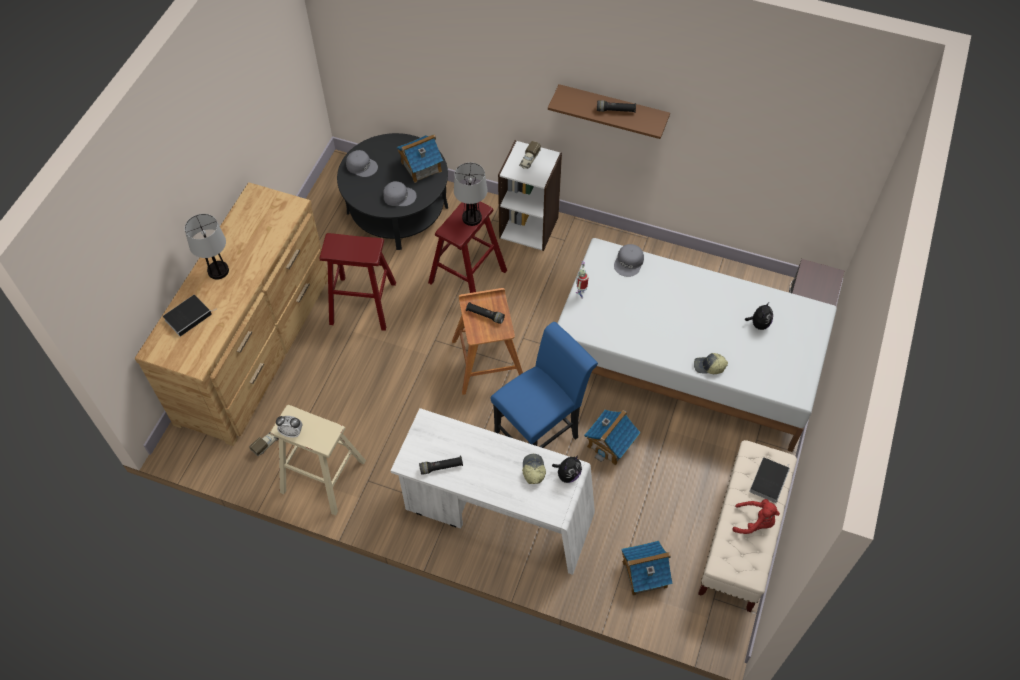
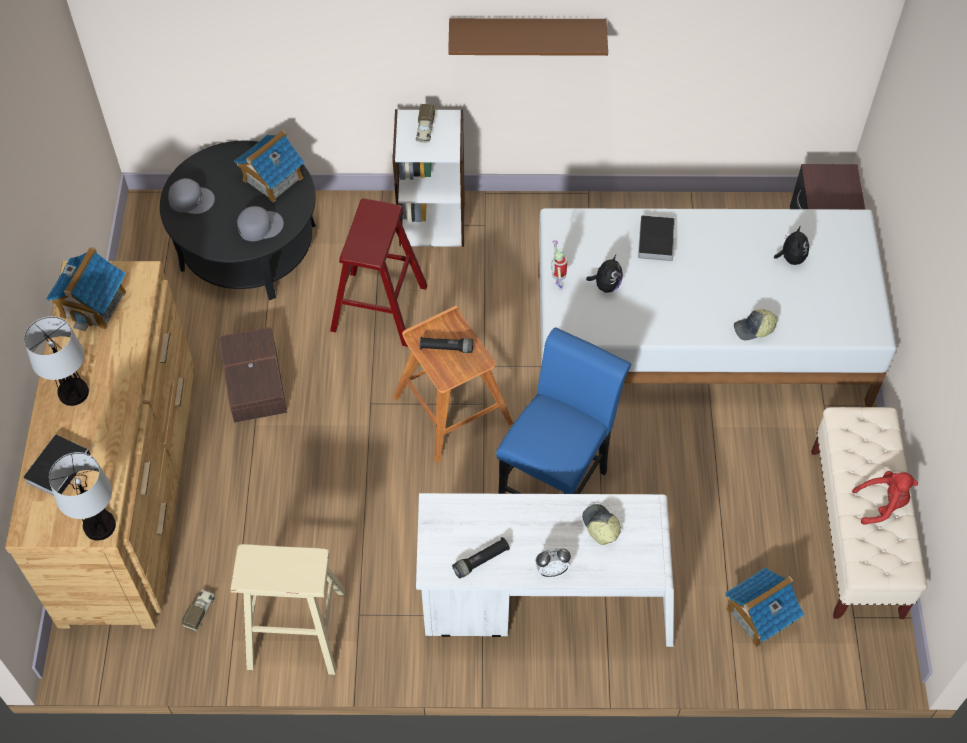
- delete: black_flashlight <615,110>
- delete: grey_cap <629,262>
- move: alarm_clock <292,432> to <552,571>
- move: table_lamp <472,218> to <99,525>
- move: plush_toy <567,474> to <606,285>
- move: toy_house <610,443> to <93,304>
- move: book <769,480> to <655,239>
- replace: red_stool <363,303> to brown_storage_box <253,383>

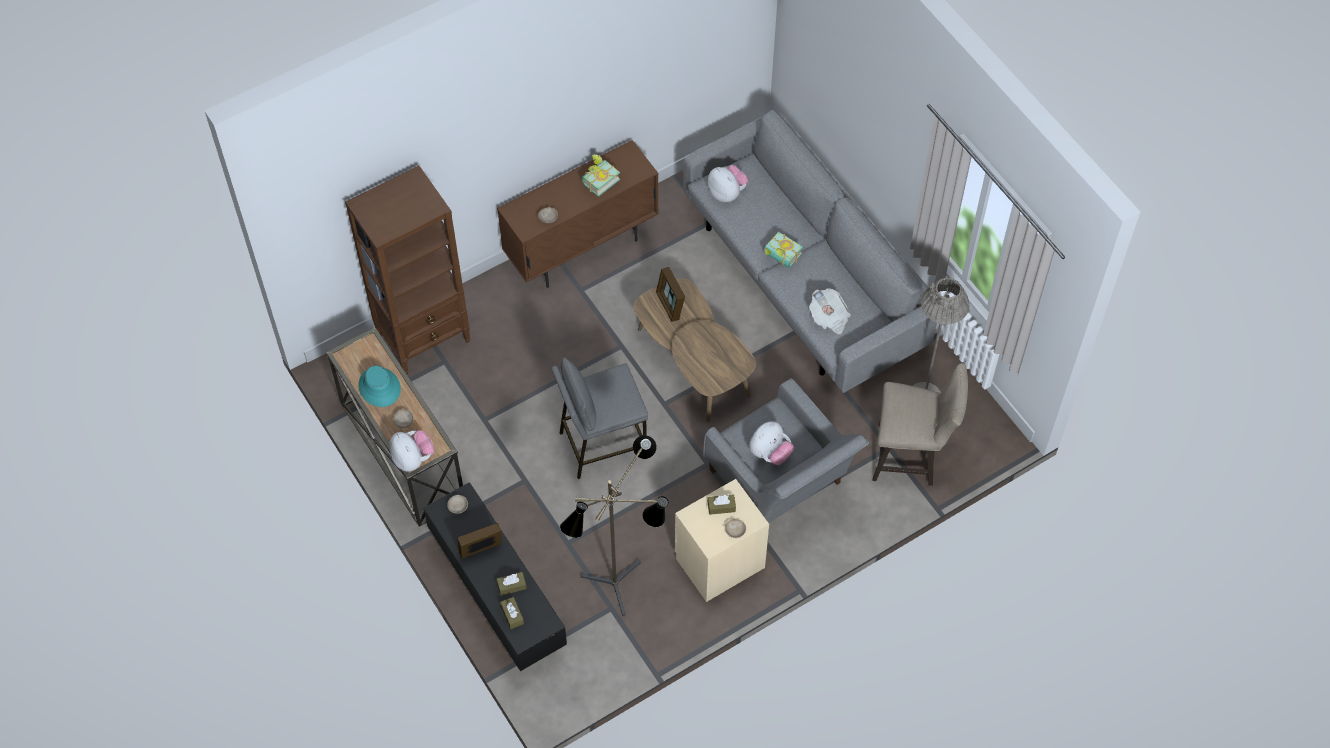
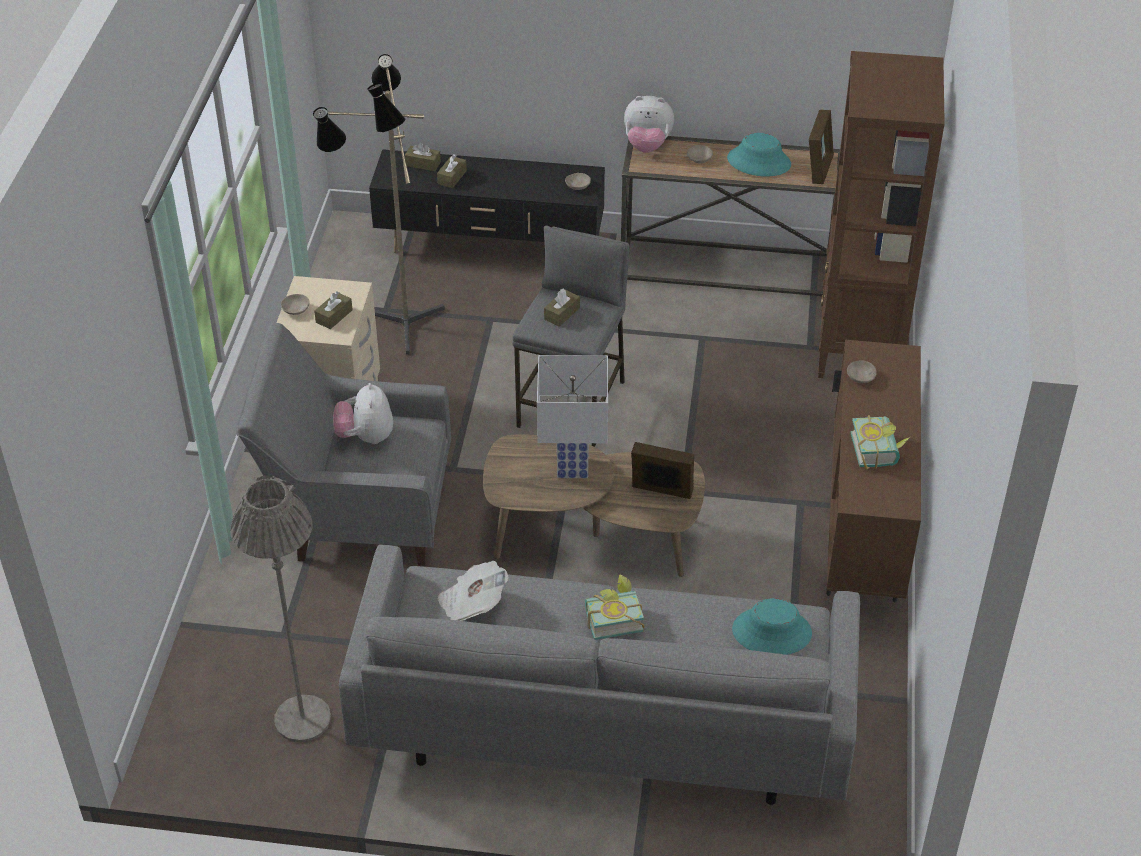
- delete: beige_stool <911,456>
- insert: white_table_lamp <573,466>
- insert: brown_tissue_box <562,313>
- move: picture_frame <481,550> to <819,168>
- replace: plush_toy <727,193> to turquoise_hat <771,631>

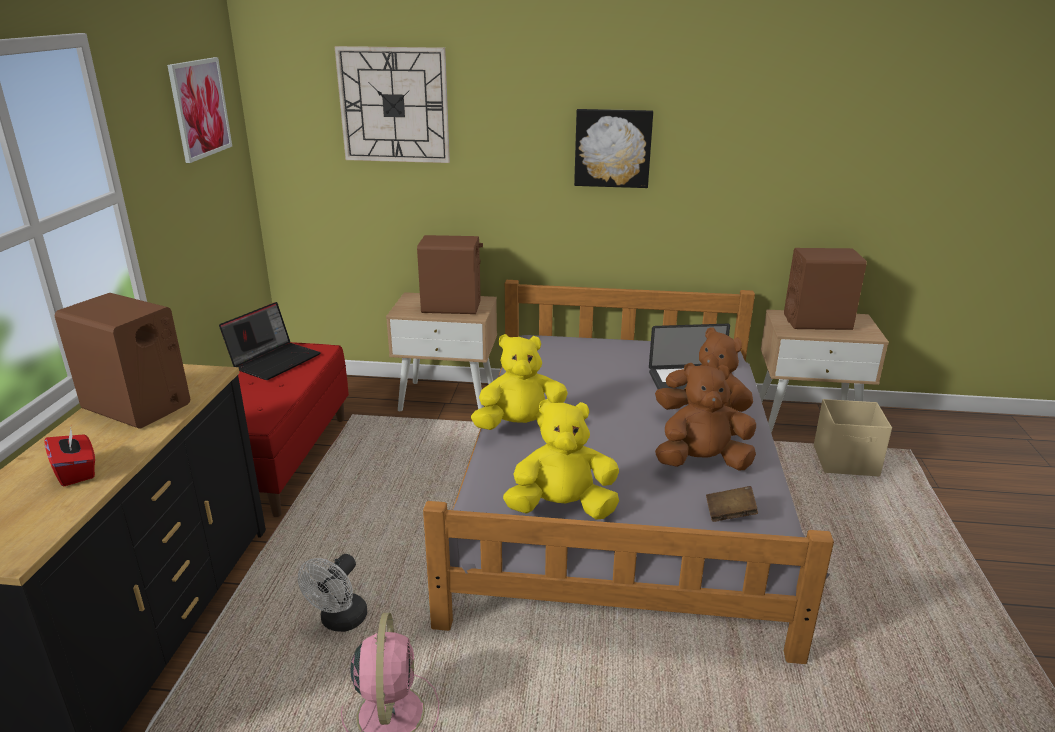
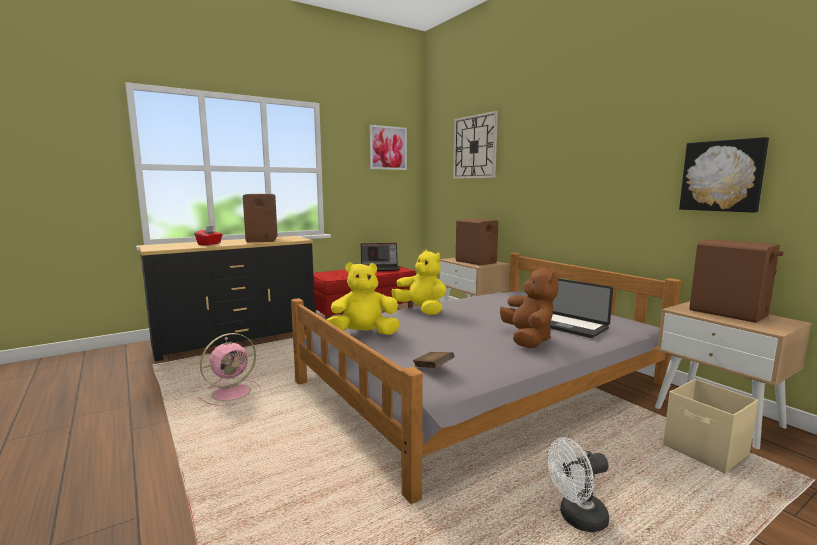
- delete: brown_plush_toy <702,463>
- move: white_fan <340,622> to <577,518>
- move: picture <612,148> to <722,176>
- rotate: yellow_plush_toy <562,508> = <363,334> 60 degrees counterclockwise

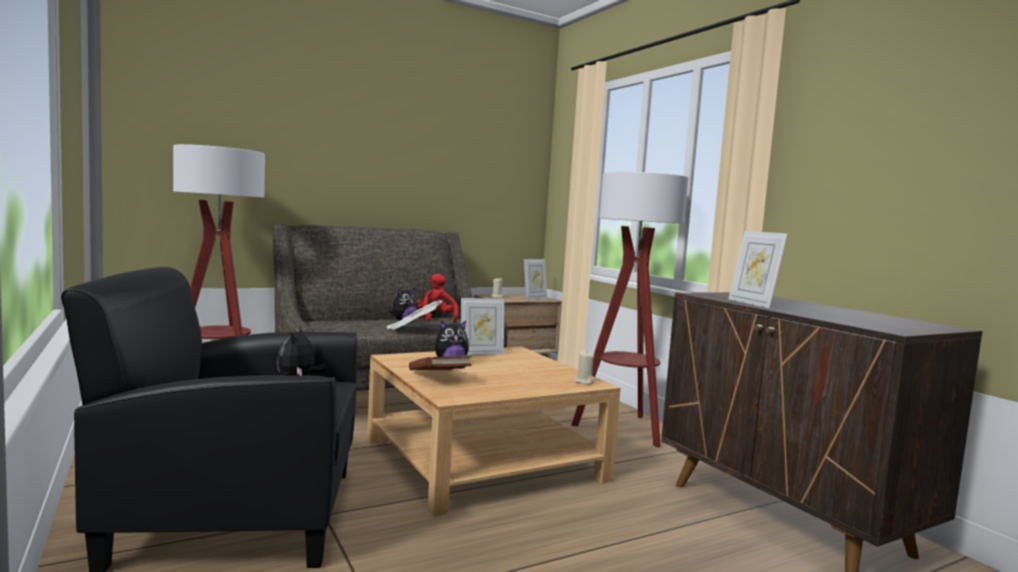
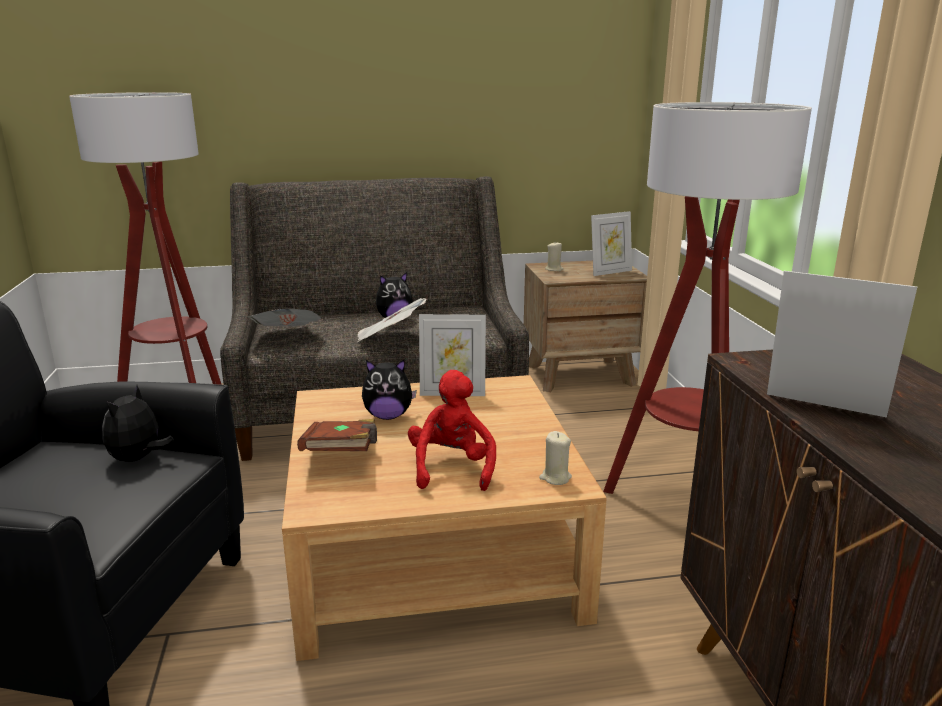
- insert: newspaper <288,337>
- move: red_plush_toy <436,319> to <452,468>
- rotate: picture_frame <752,303> = <823,409> 120 degrees clockwise

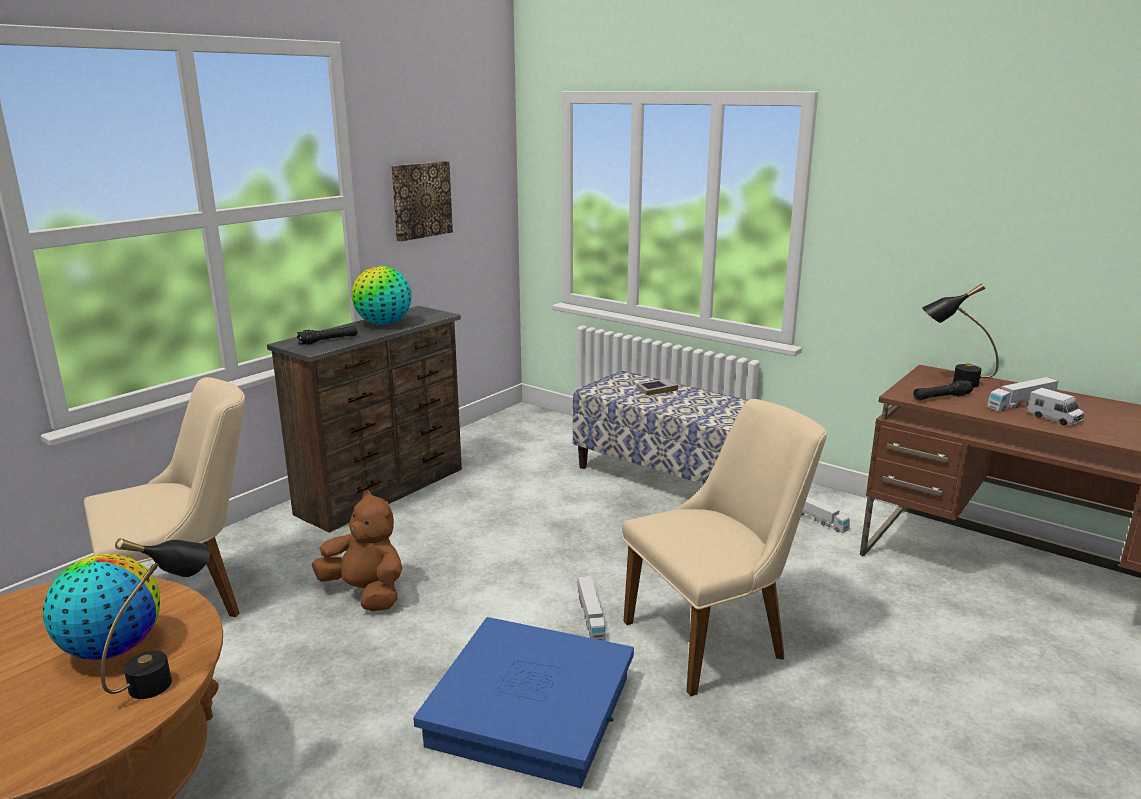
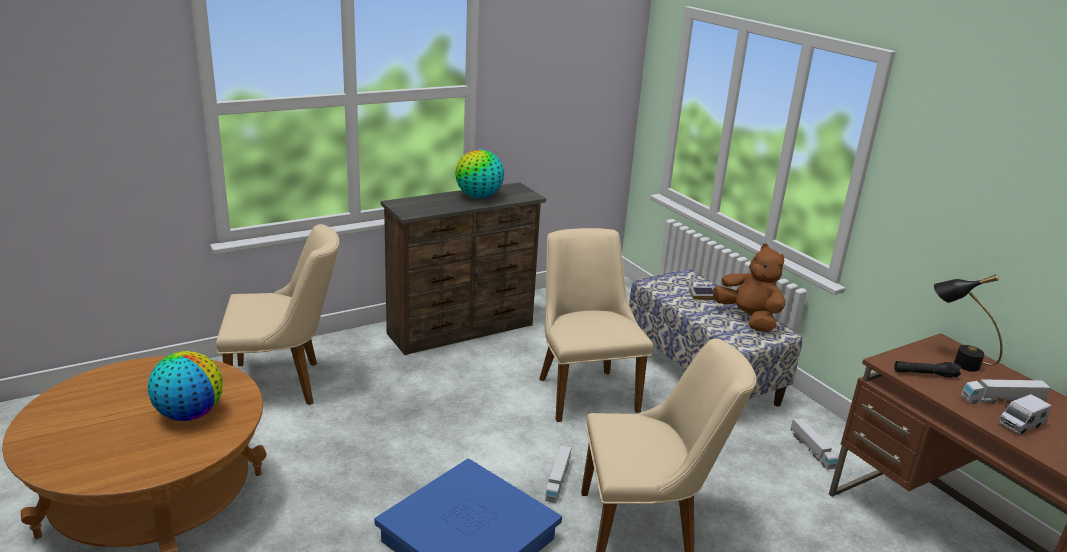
- delete: black_table_lamp <168,675>
- delete: black_flashlight <328,340>
- delete: picture <420,200>
- insert: beige_chair <583,389>
- move: brown_plush_toy <366,593> to <748,319>
- rotate: toy_truck <1054,418> = <1020,424> 75 degrees clockwise

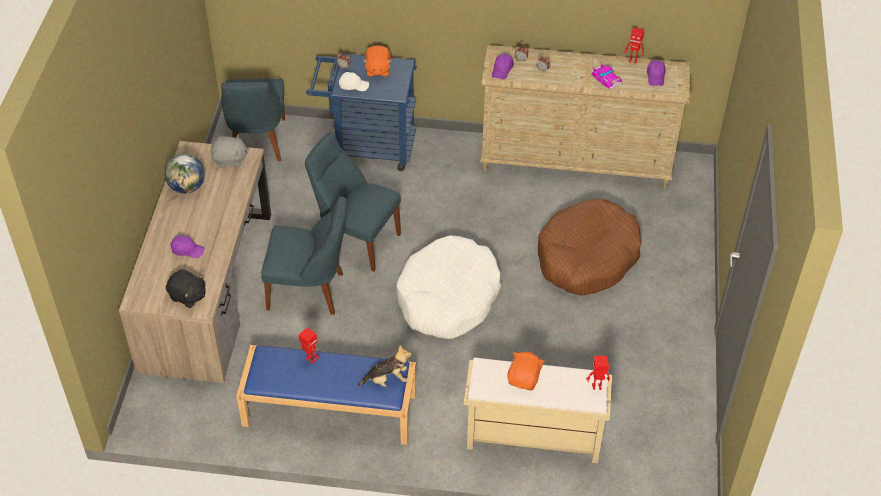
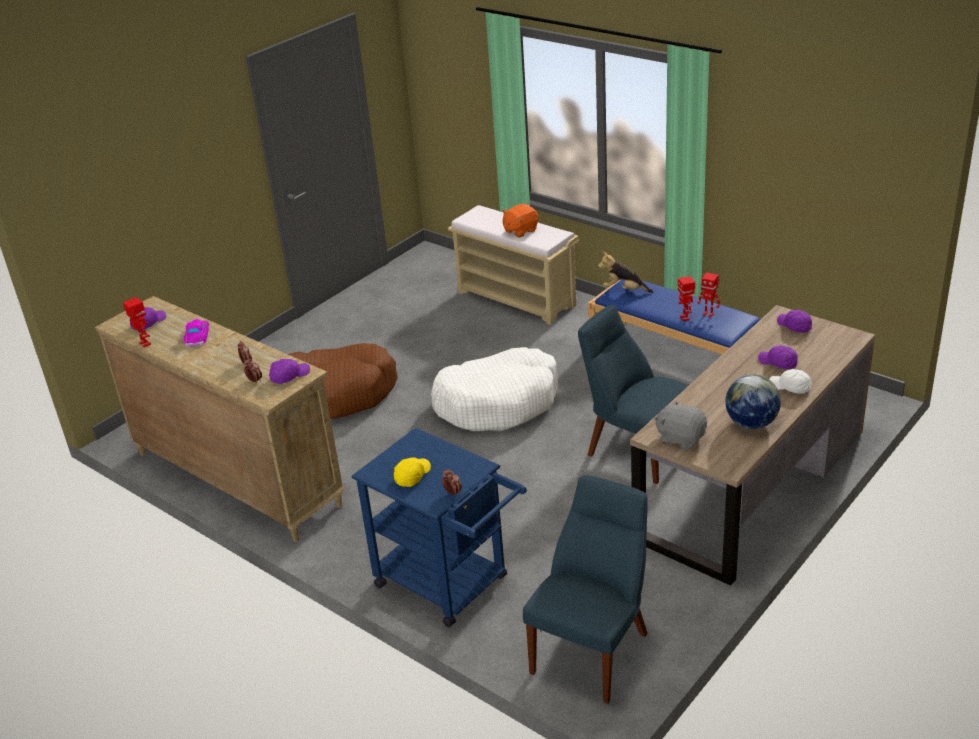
- delete: blue_chair <355,239>
- move: white_cap <353,85> to <790,387>
- move: toy_robot <597,387> to <708,314>
- replace: black_plush_toy <187,296> to purple_cap <794,326>
- replace: orange_plush_toy <377,70> to yellow_cap <412,476>

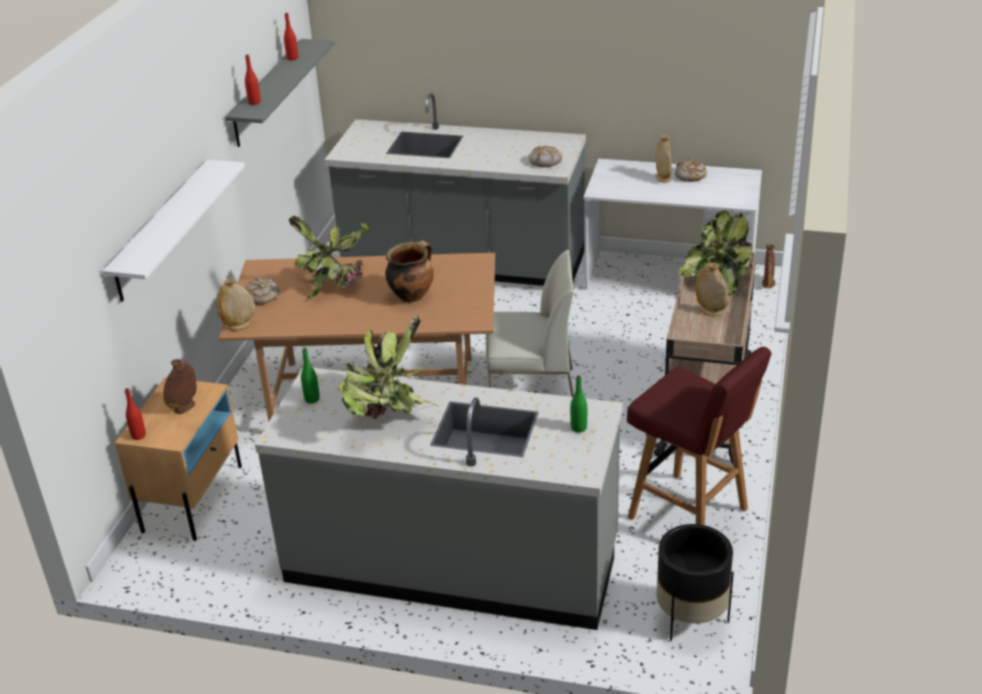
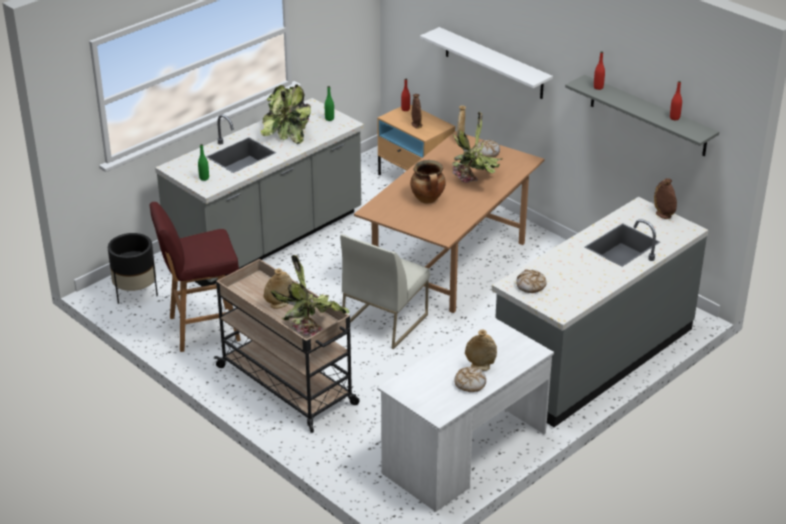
- move: brown_vase <768,283> to <663,215>

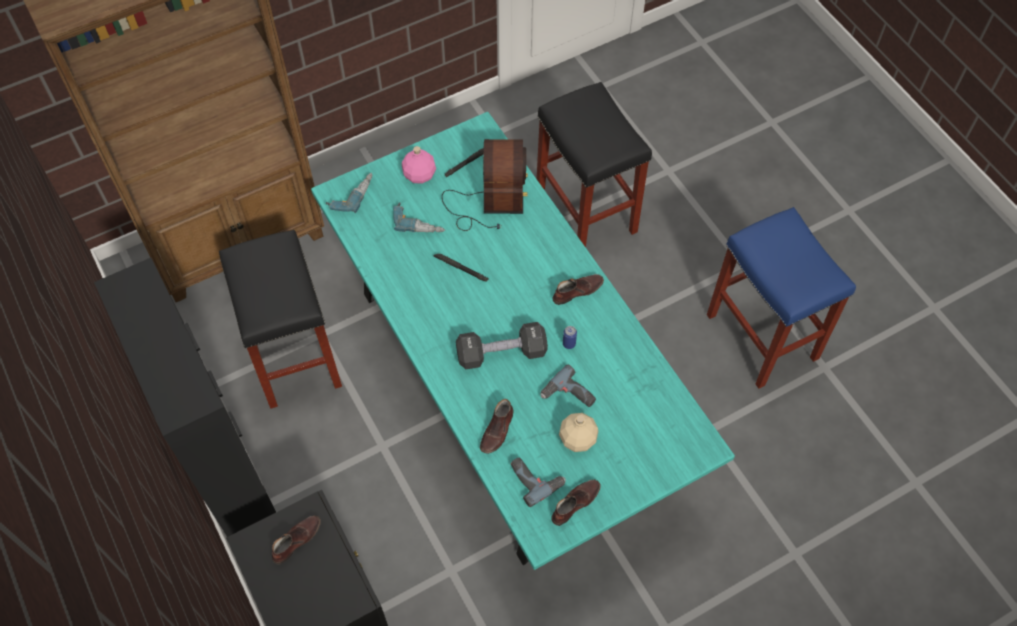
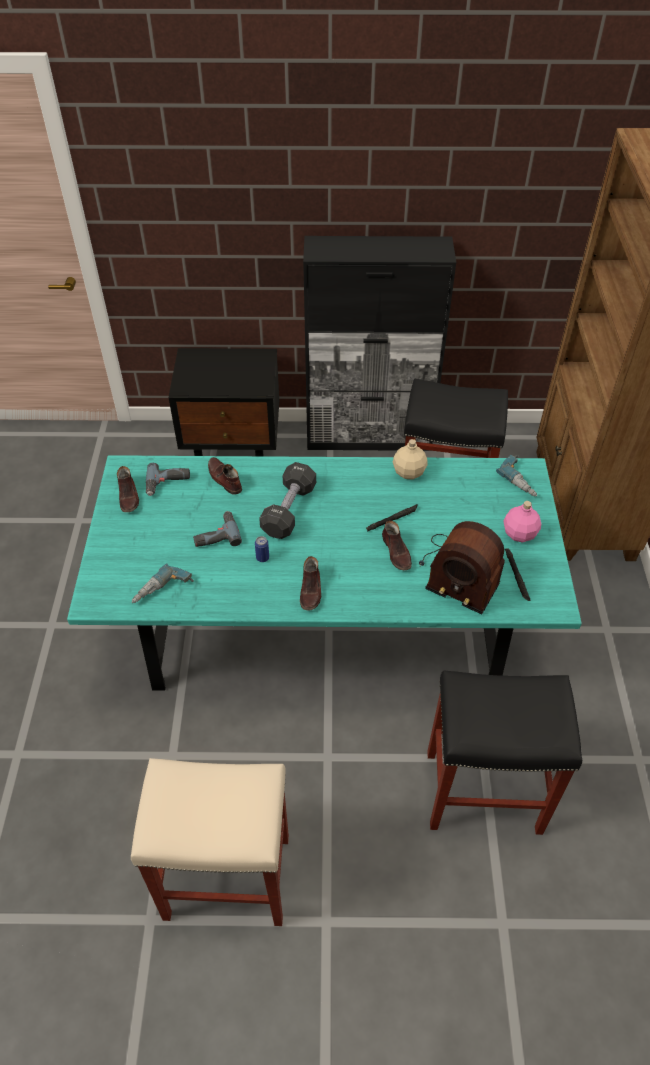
- move: brown_shoe <296,540> to <397,552>
- move: power_drill <419,222> to <163,592>
- move: beige_bottle <578,438> to <409,472>
- recolor: blue_stool <763,337> to beige_stool <225,878>

